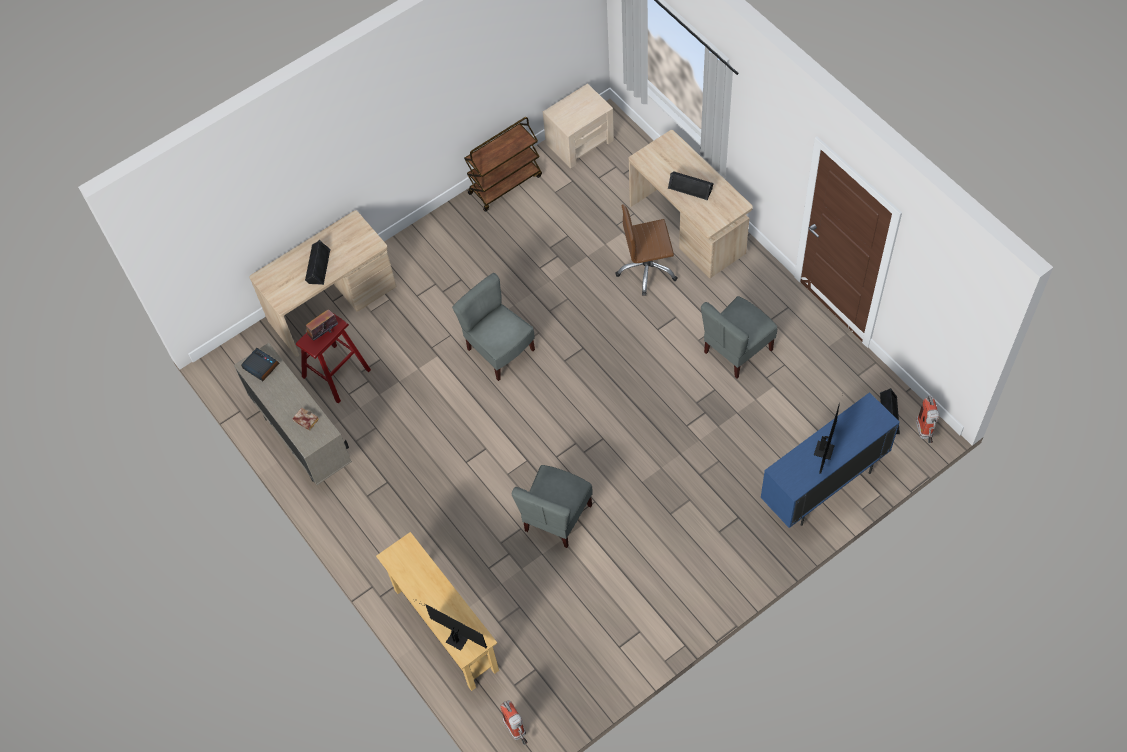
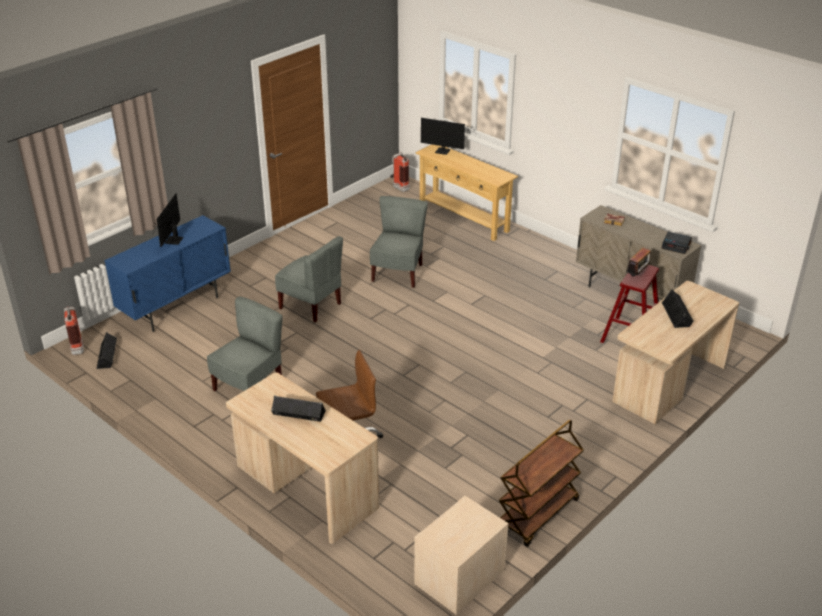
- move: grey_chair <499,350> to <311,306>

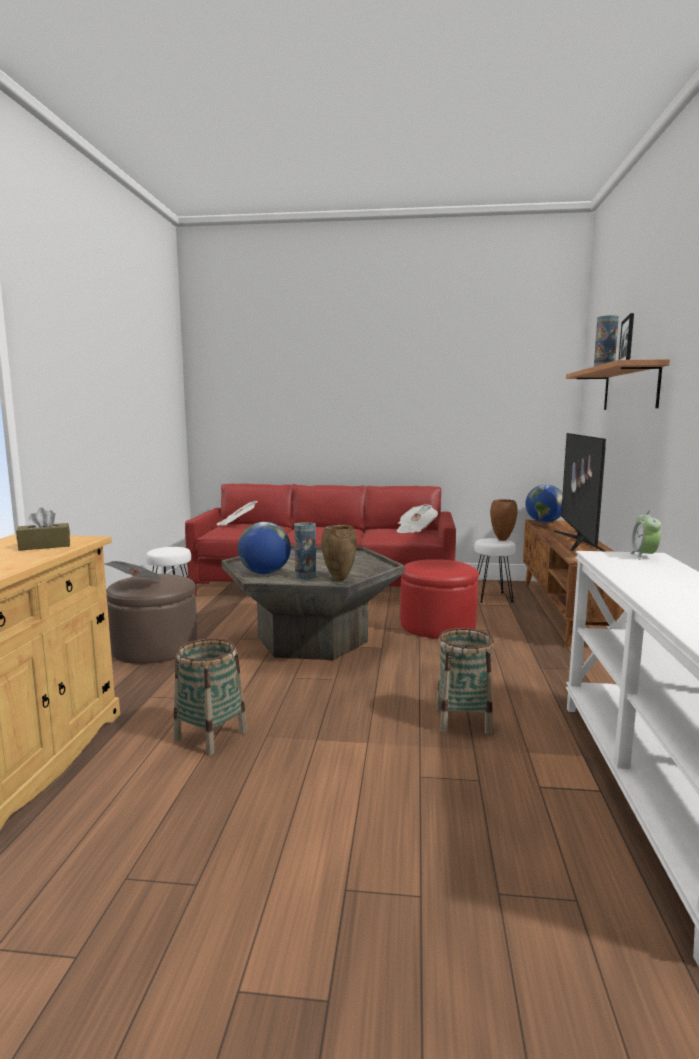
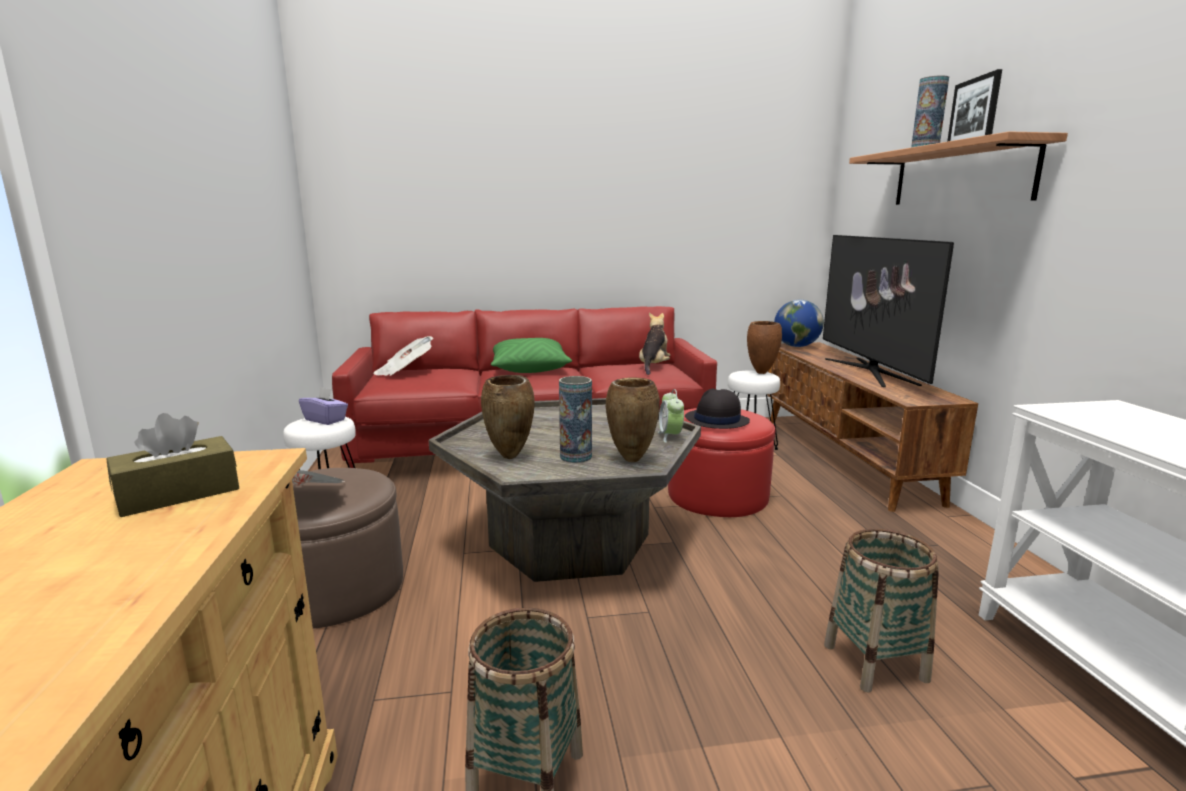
- insert: purple_tissue_box <325,420>
- insert: green_pillow <528,368>
- insert: black_hat <716,420>
- move: alarm_clock <643,556> to <670,436>
- replace: globe <265,573> to brown_vase <510,457>
- replace: newspaper <415,530> to plush_toy <653,366>

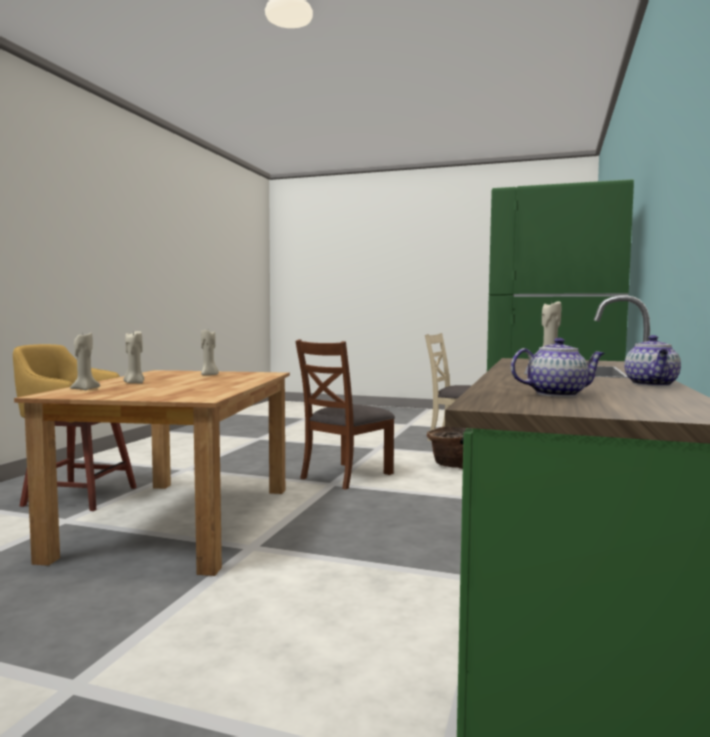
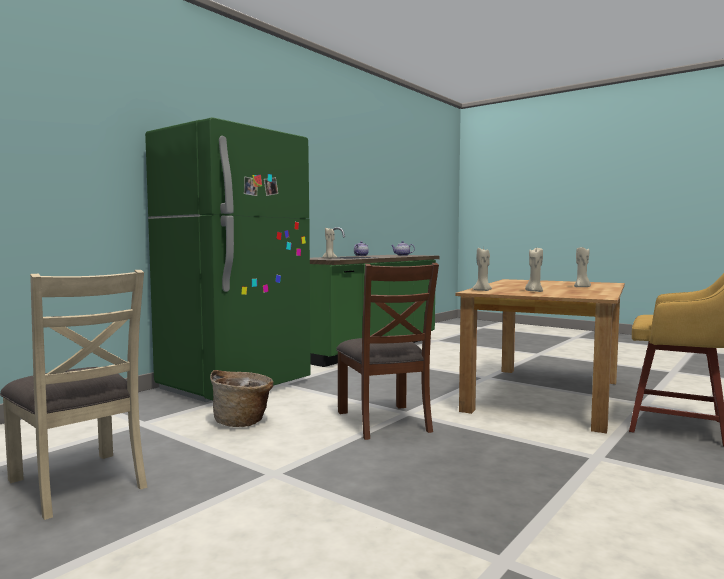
- move: beige_candle <84,389> to <482,291>
- rotate: brown_chair <345,476> = <384,421> 105 degrees clockwise

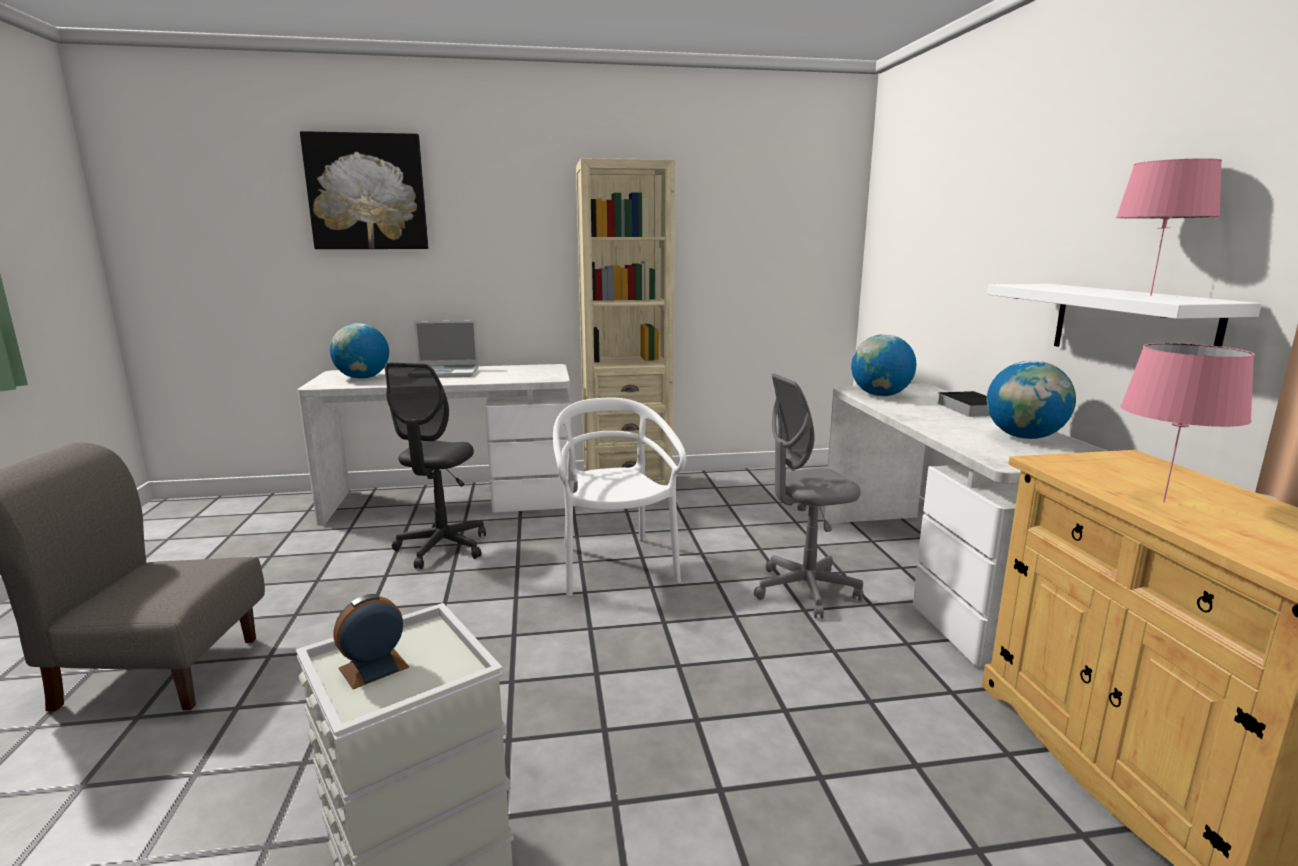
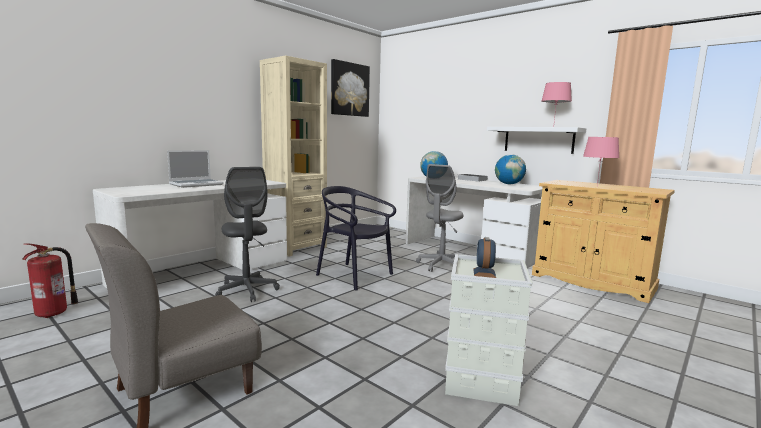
- delete: globe <362,378>
- insert: fire_extinguisher <54,313>
- move: picture <367,192> to <349,89>
- recolor: white_chair <614,566> to black_chair <354,276>

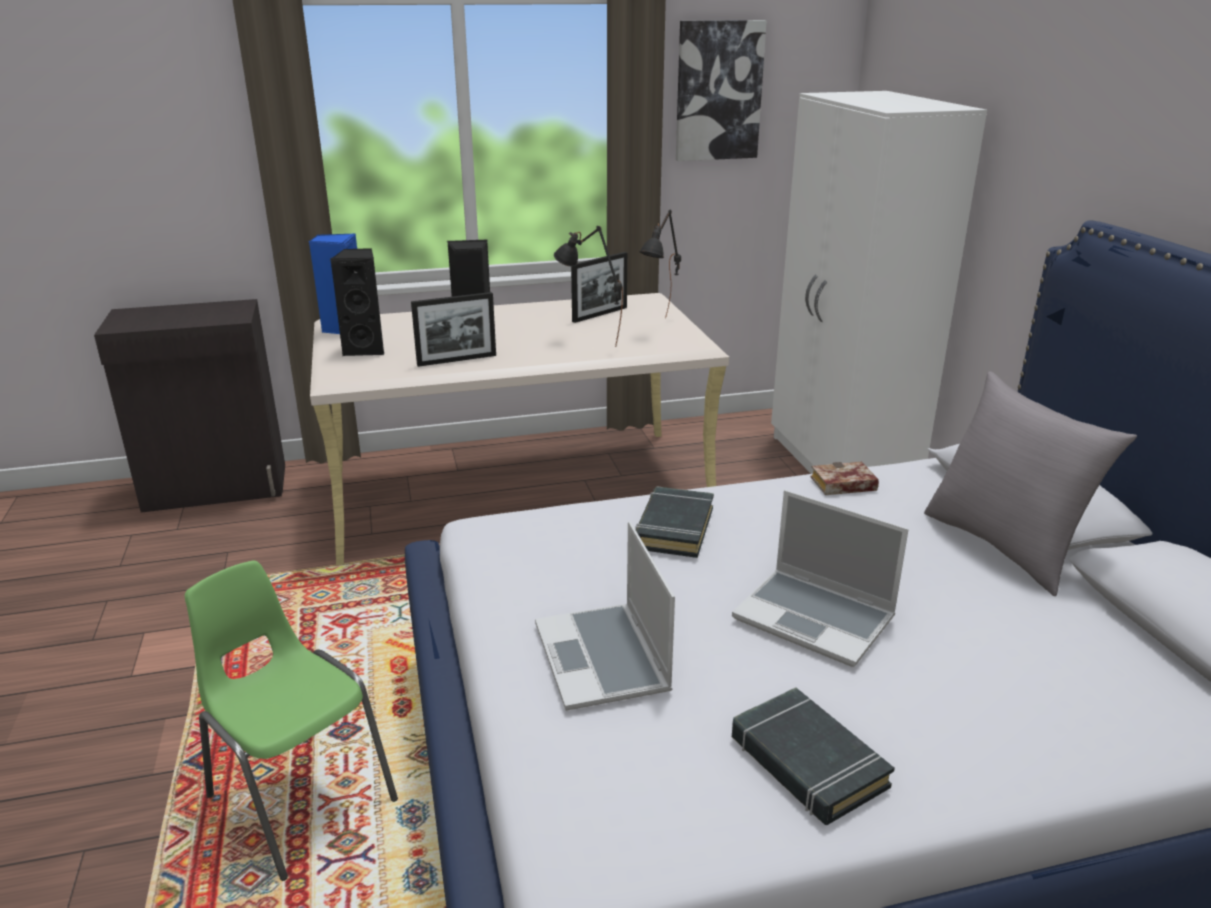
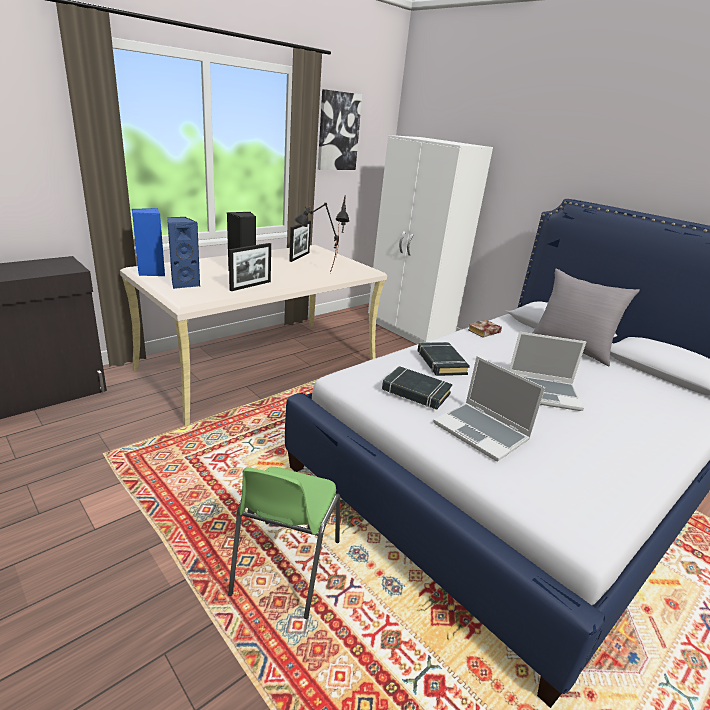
- move: black_book <807,762> to <415,392>
- recolor: black_speaker <366,349> to blue_speaker <184,283>
- rotate: green_chair <300,797> = <284,567> 90 degrees counterclockwise

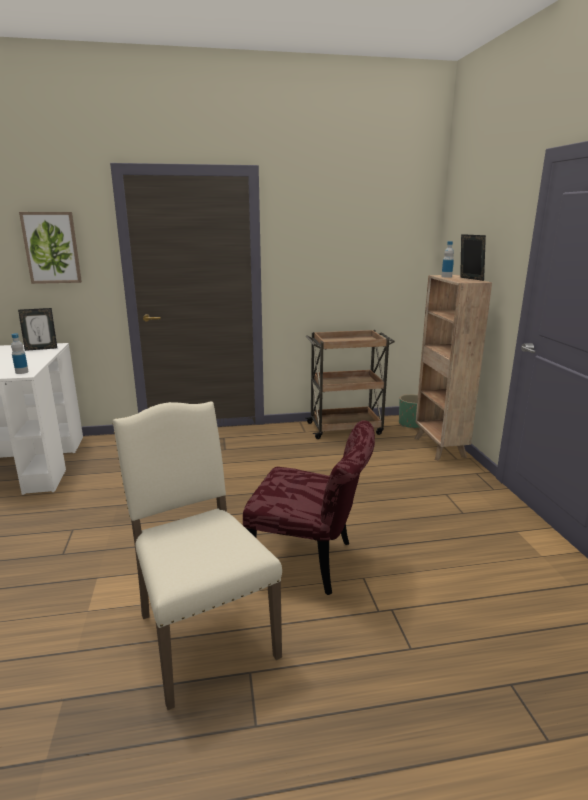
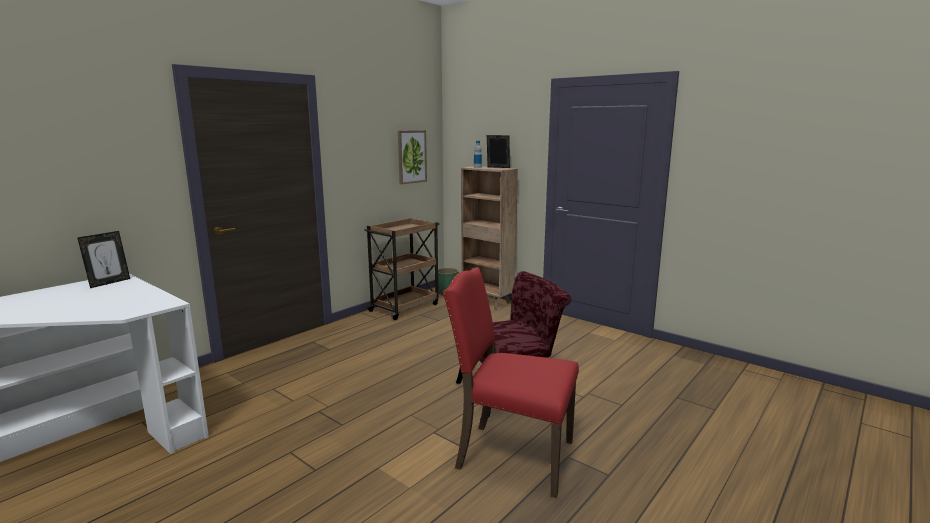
- delete: bottle <22,372>
- move: picture <51,248> to <411,156>
- recolor: beige_chair <202,634> to red_chair <512,455>

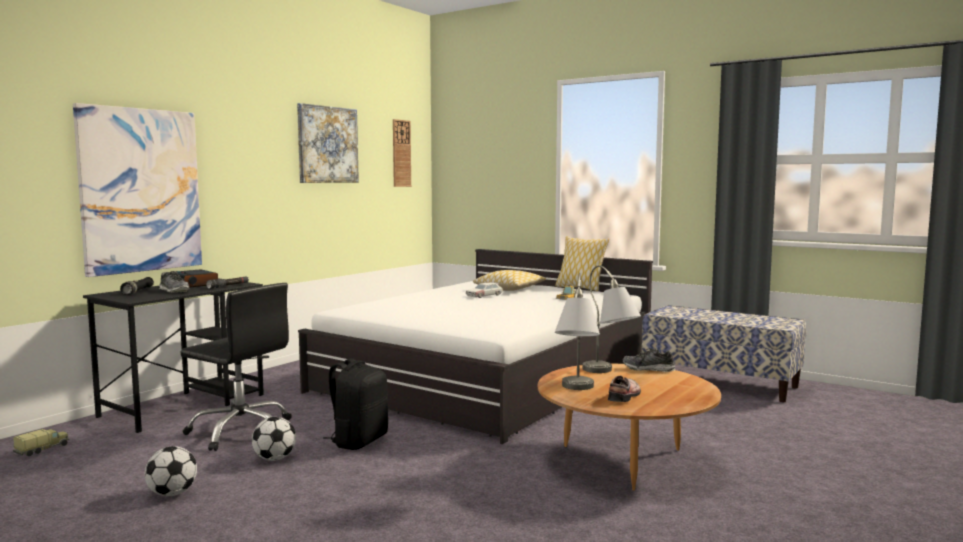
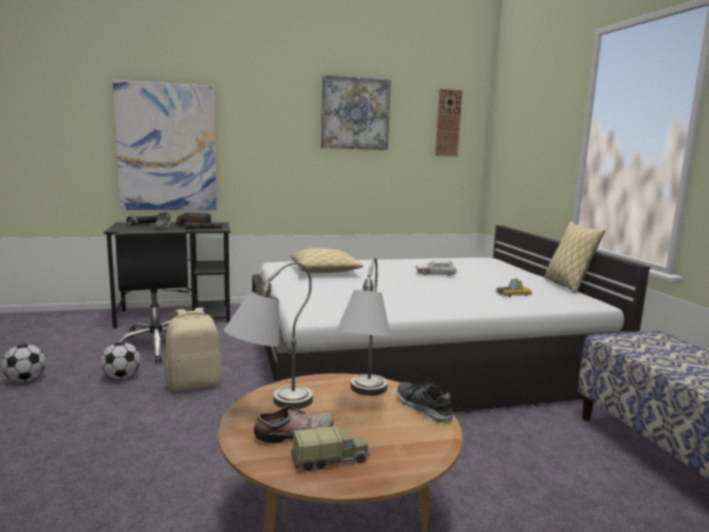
- move: toy_truck <42,449> to <330,460>
- move: pillow <509,289> to <325,271>
- recolor: black_backpack <358,441> to beige_backpack <194,383>

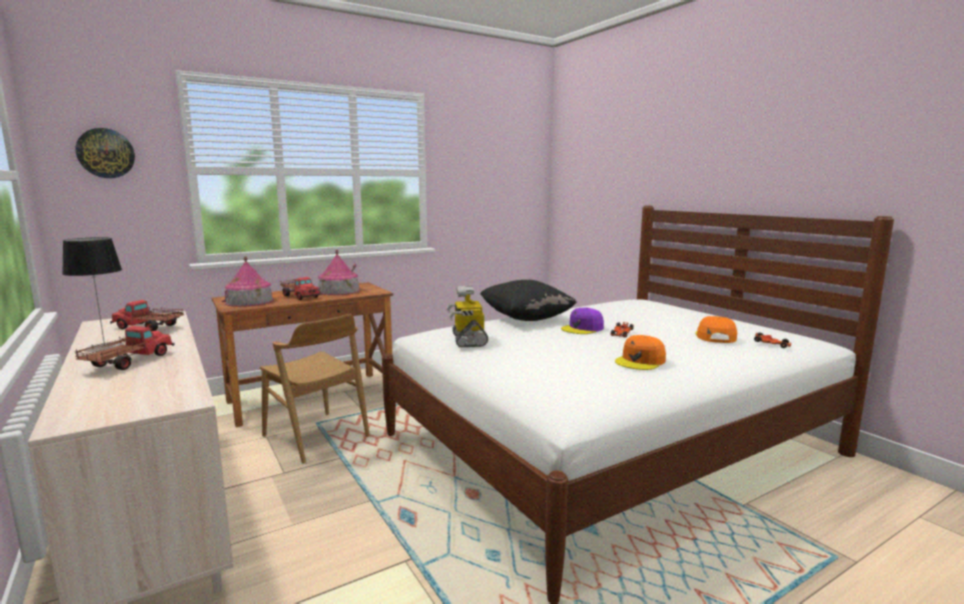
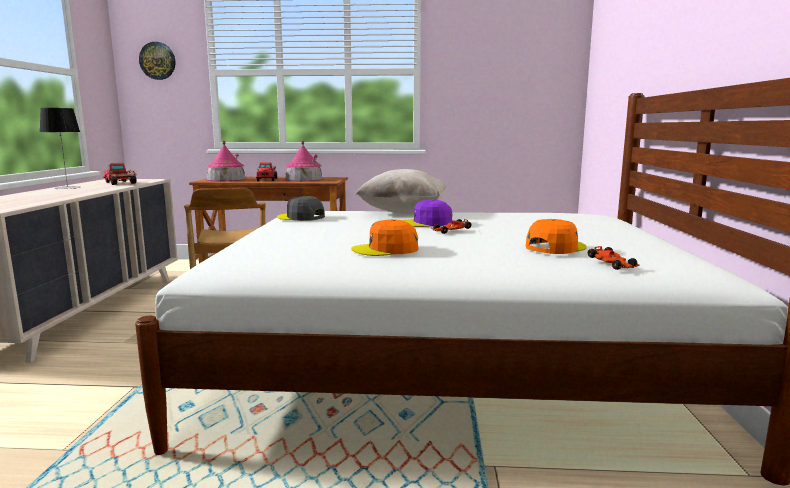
- delete: toy_truck <128,362>
- replace: toy_robot <468,340> to grey_cap <301,217>
- recolor: black_pillow <526,319> to beige_pillow <403,212>

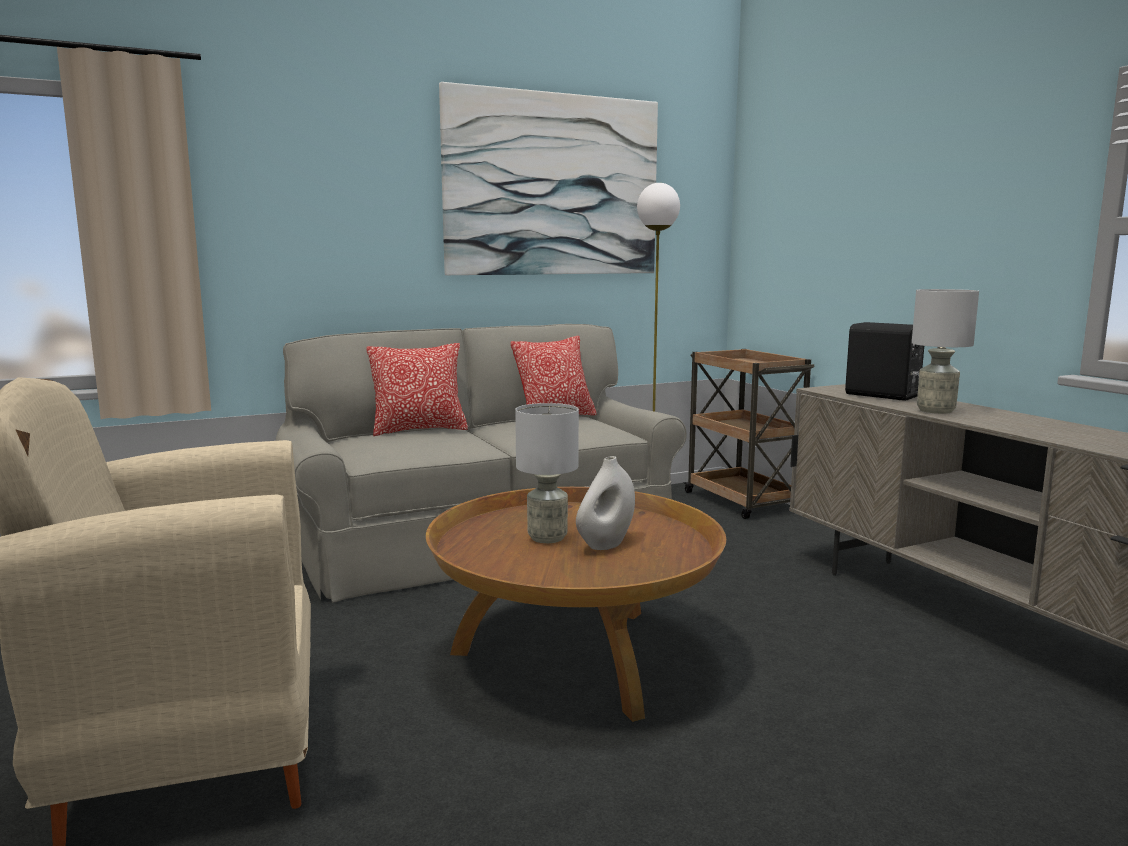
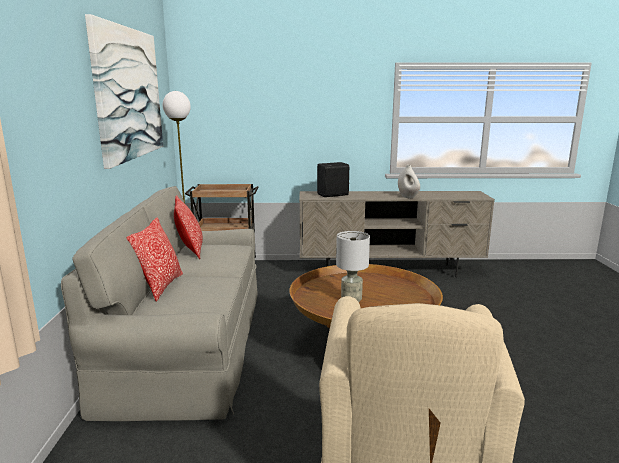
- delete: grey_table_lamp <935,411>
- move: white_vase <606,544> to <408,197>

